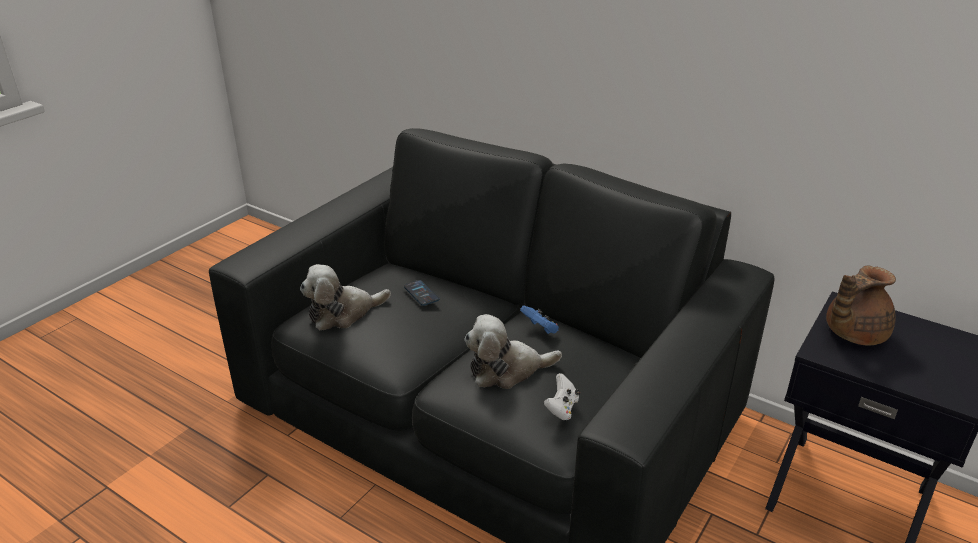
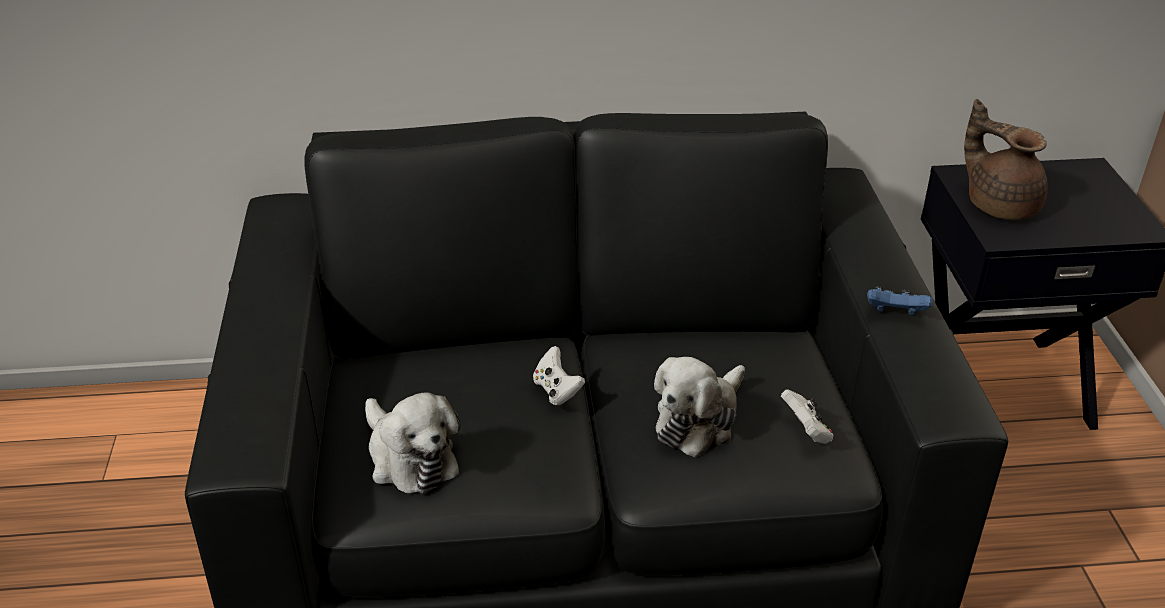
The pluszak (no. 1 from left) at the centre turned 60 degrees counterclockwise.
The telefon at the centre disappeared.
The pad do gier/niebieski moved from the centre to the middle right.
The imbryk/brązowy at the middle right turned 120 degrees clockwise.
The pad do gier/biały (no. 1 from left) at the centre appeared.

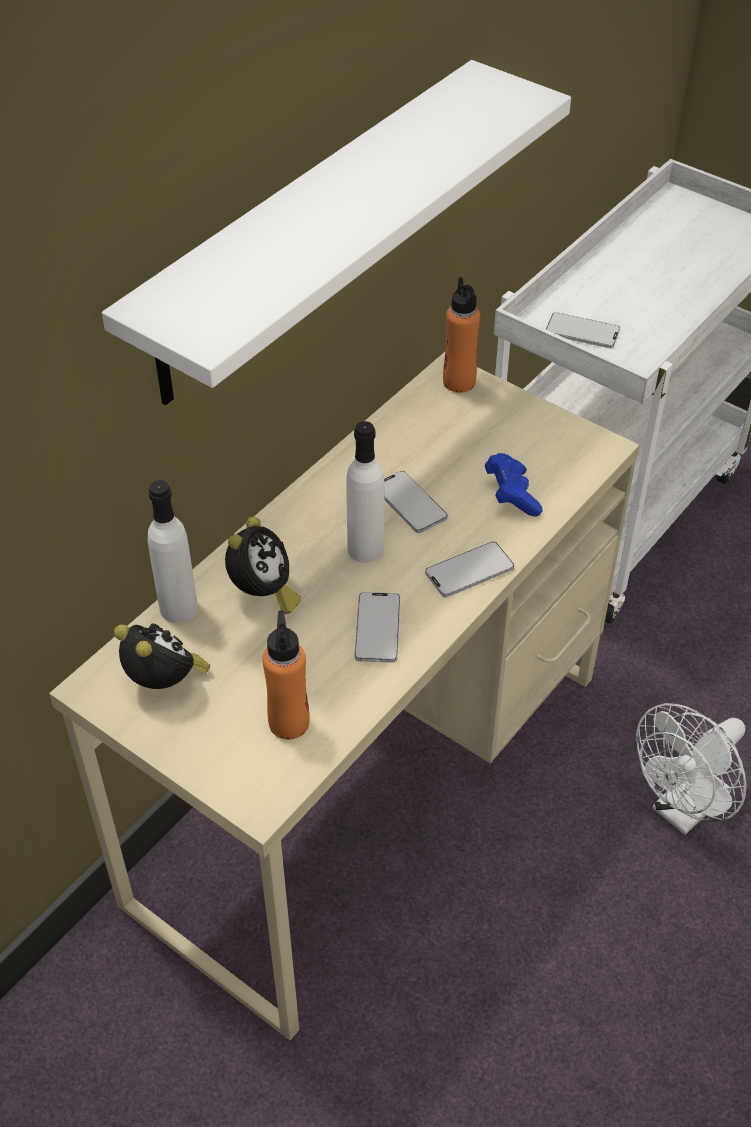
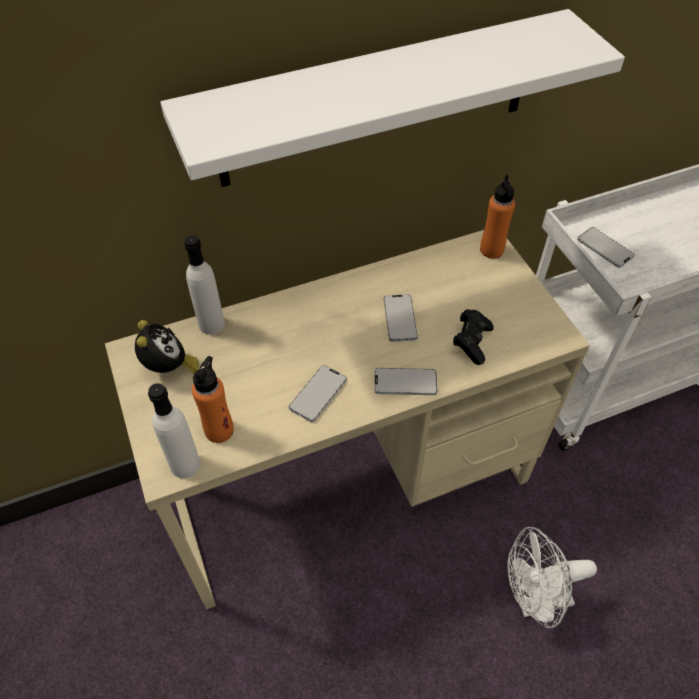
The budzik (no. 2 from left) at the centre disappeared.
The butelka/biały (no. 2 from left in the first image) moved from the centre to the middle left.
The pad do gier/niebieski at the middle right became the pad do gier/czarny at the middle right.

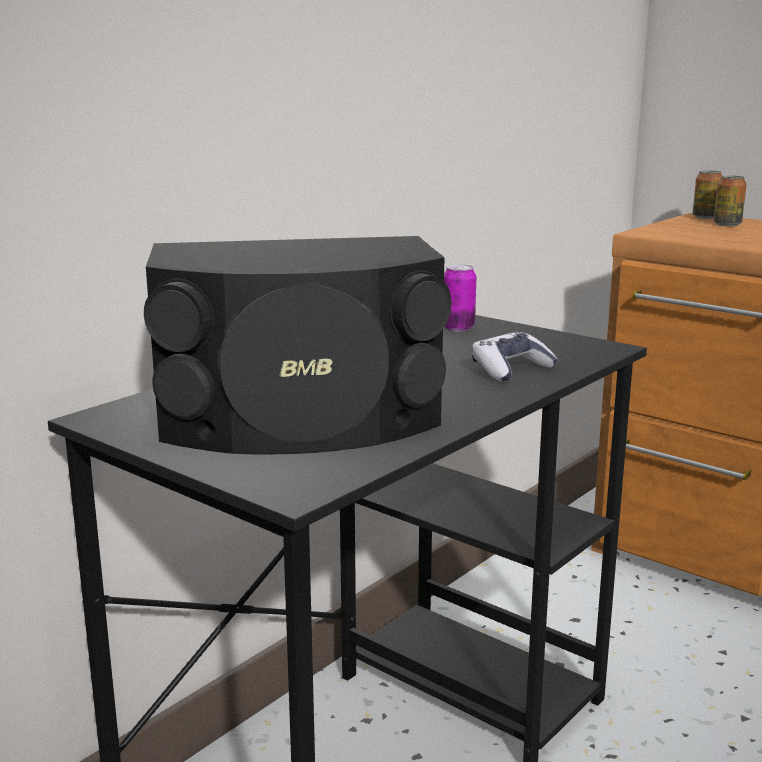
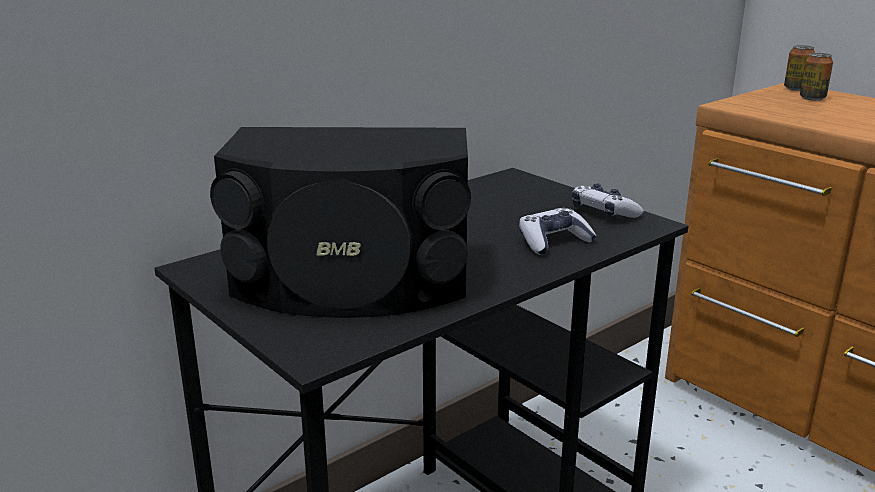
The puszka (no. 1 from left) at the centre disappeared.
The pad do gier (no. 2 from left) at the middle right appeared.

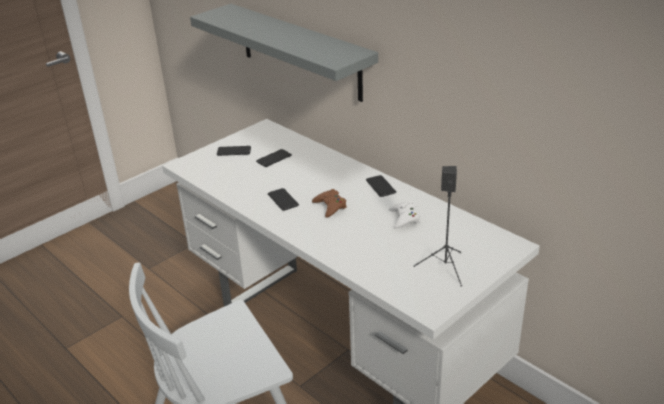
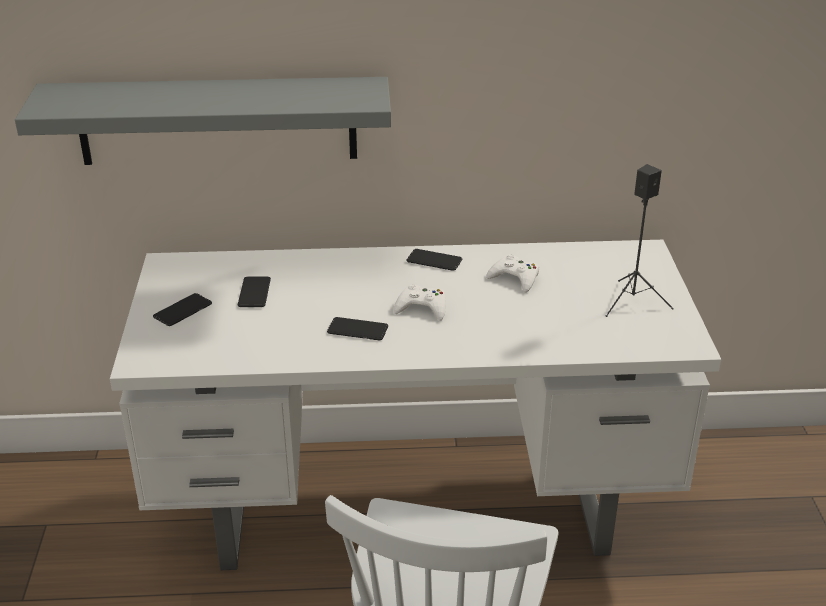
The pad do gier/brązowy at the centre became the pad do gier/biały (no. 1 from left) at the centre.

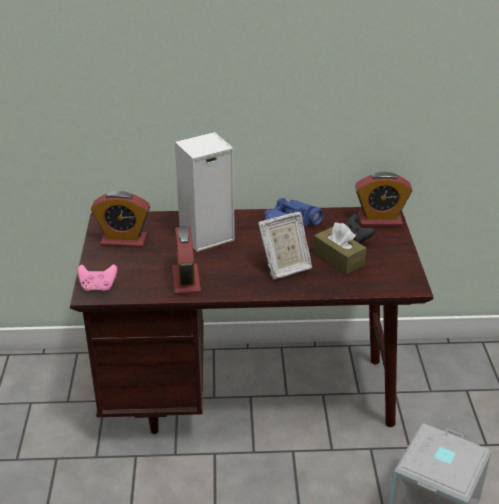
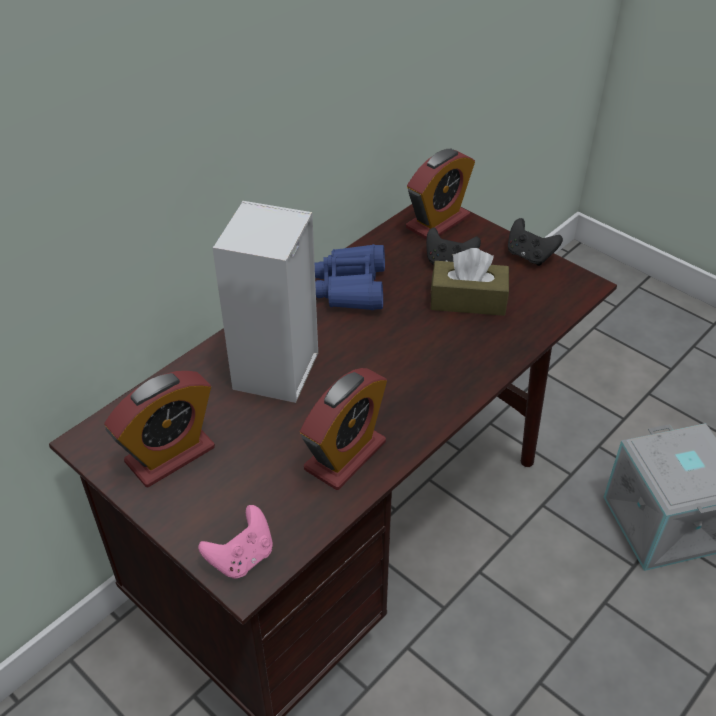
The budzik (no. 2 from left) at the centre turned 90 degrees counterclockwise.
The ramka na zdjęcie at the centre disappeared.
The pad do gier/czarny (no. 2 from left) at the middle right appeared.

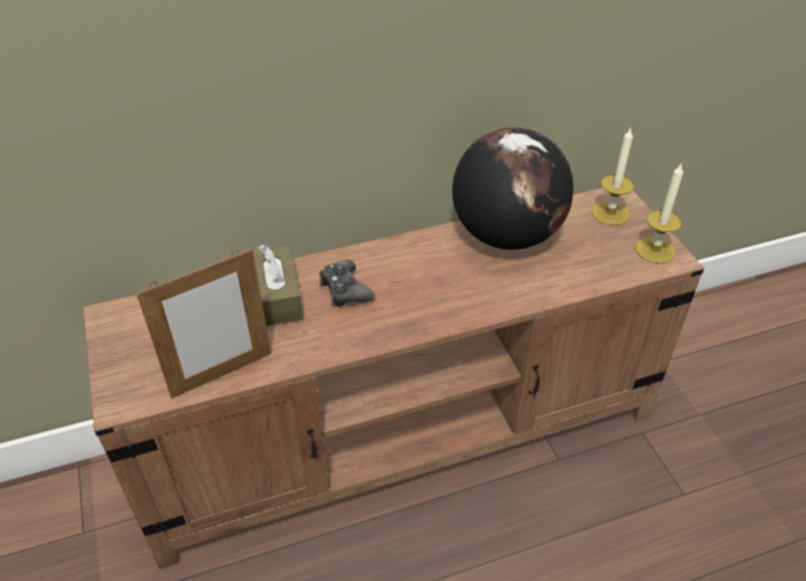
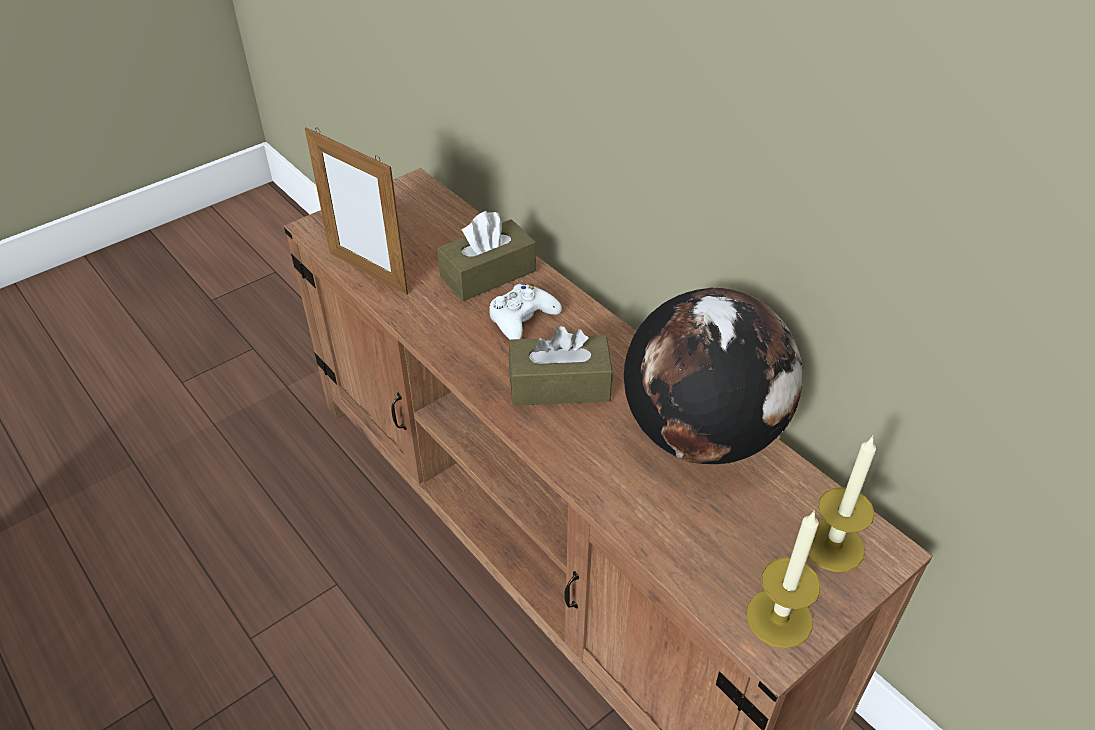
The pad do gier/czarny at the centre became the pad do gier/biały at the centre.
The pudełko chusteczek/brązowy (no. 2 from left) at the centre appeared.

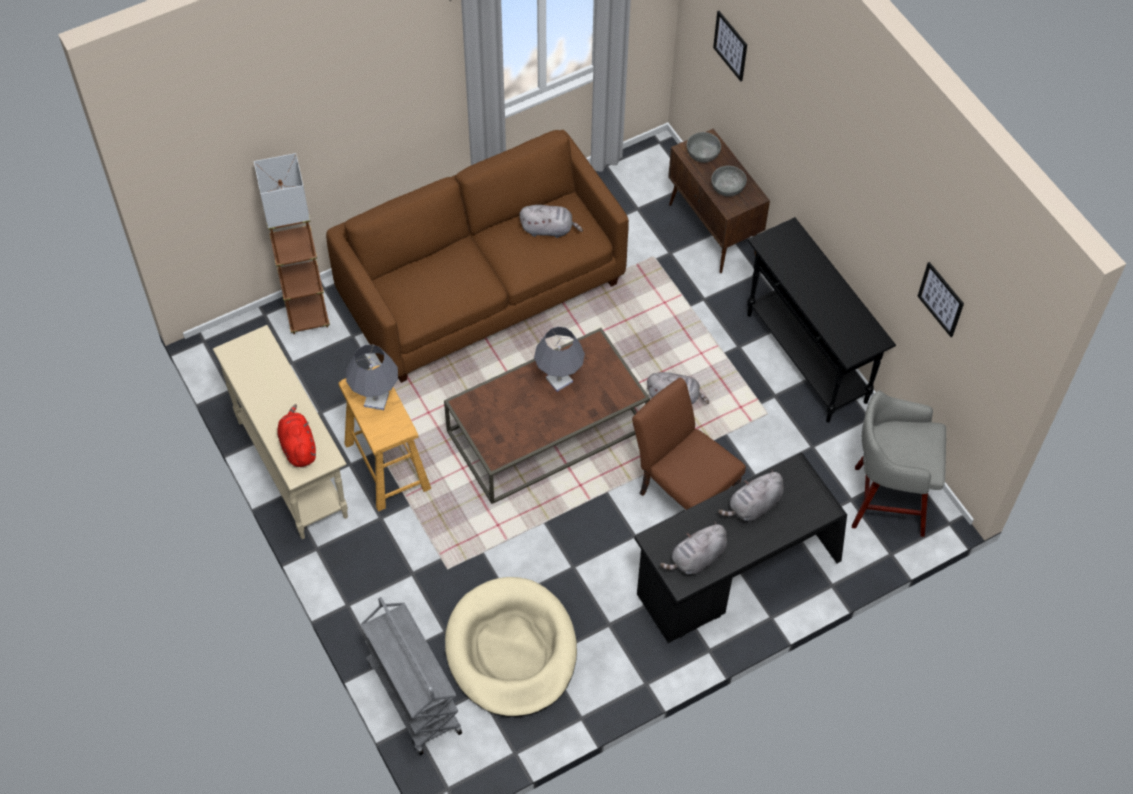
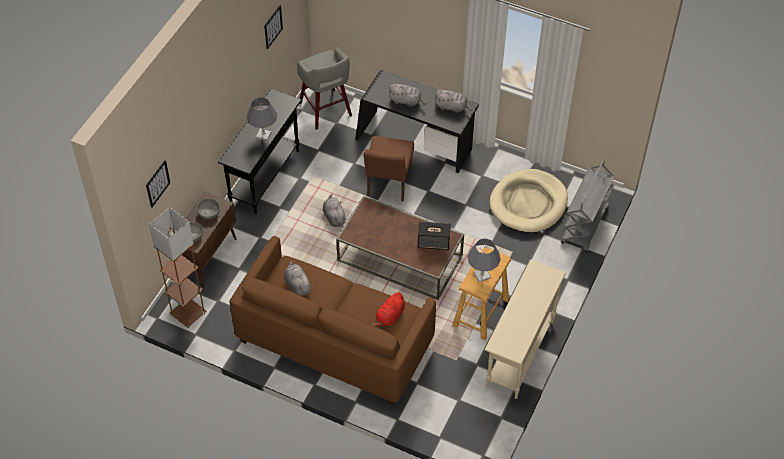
The lampa stojąca/brązowy moved from the top left to the middle left.
The pluszak/czerwony moved from the middle left to the bottom centre.
The lampa stołowa/szary (no. 2 from left in the first image) moved from the centre to the top centre.
The głośnik at the centre appeared.

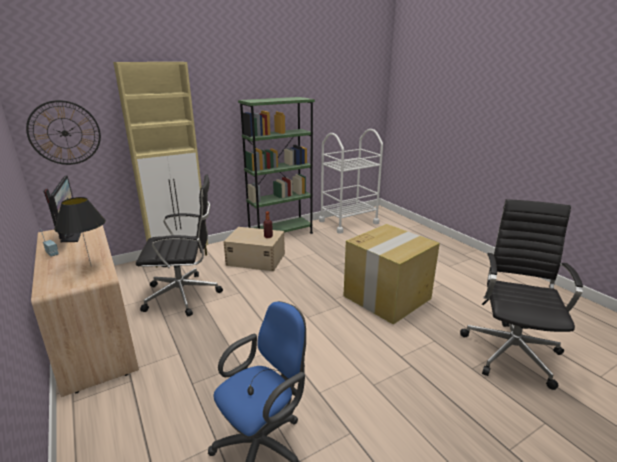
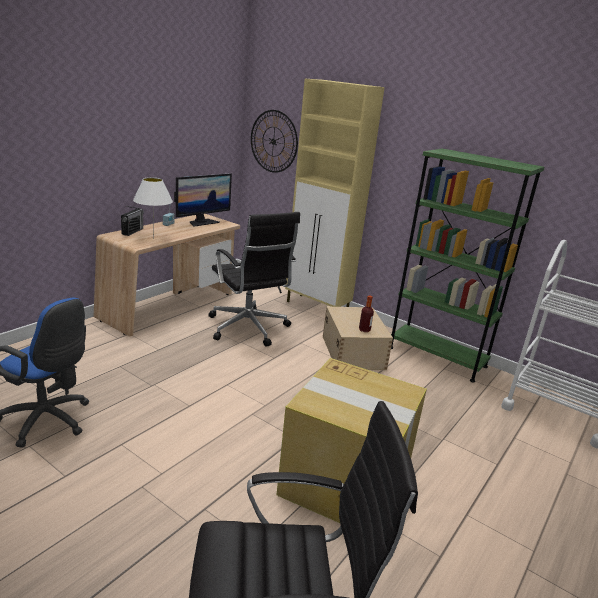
The lampa stołowa/czarny at the middle left became the lampa stołowa/biały at the middle left.
The radio (no. 1 from left) at the middle left appeared.

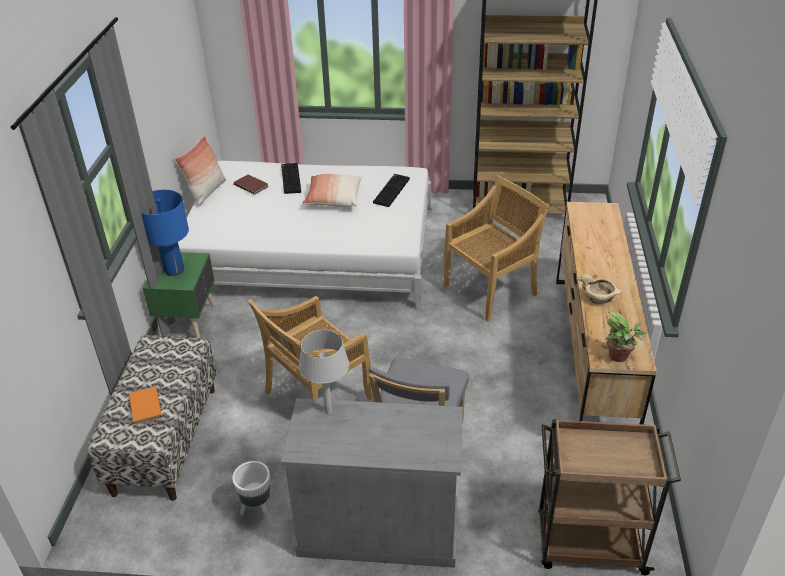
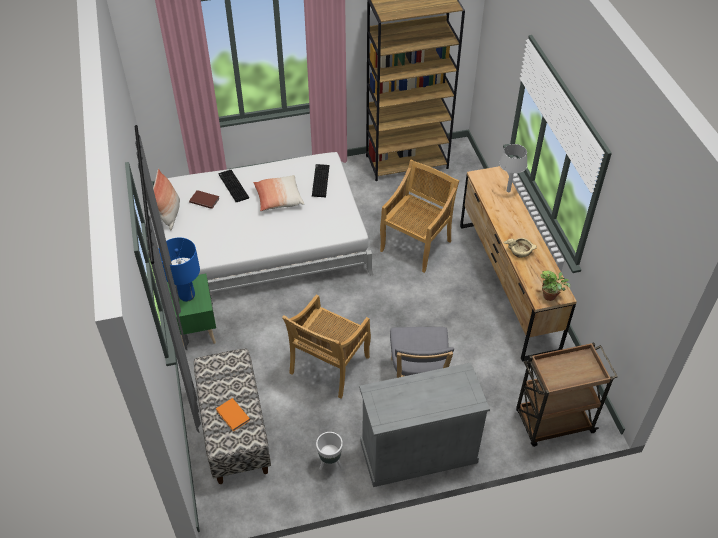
The lampa stołowa/szary moved from the centre to the top right.

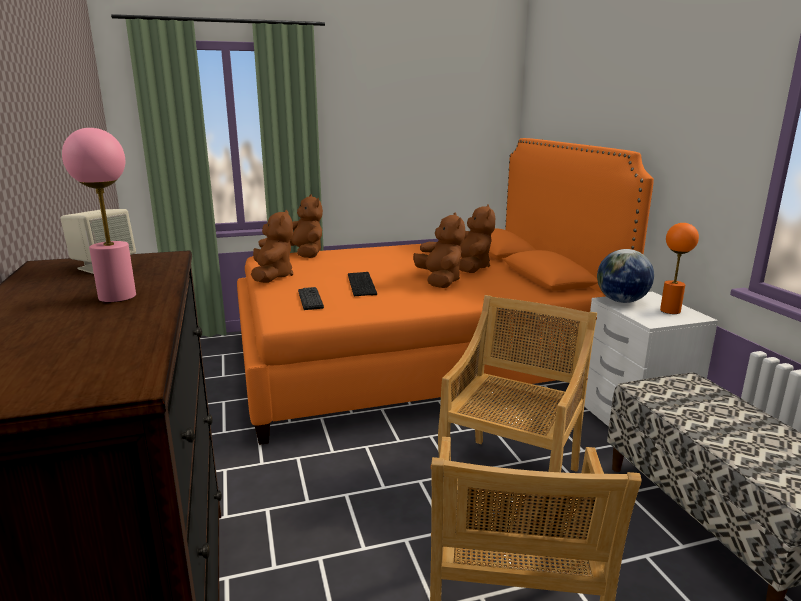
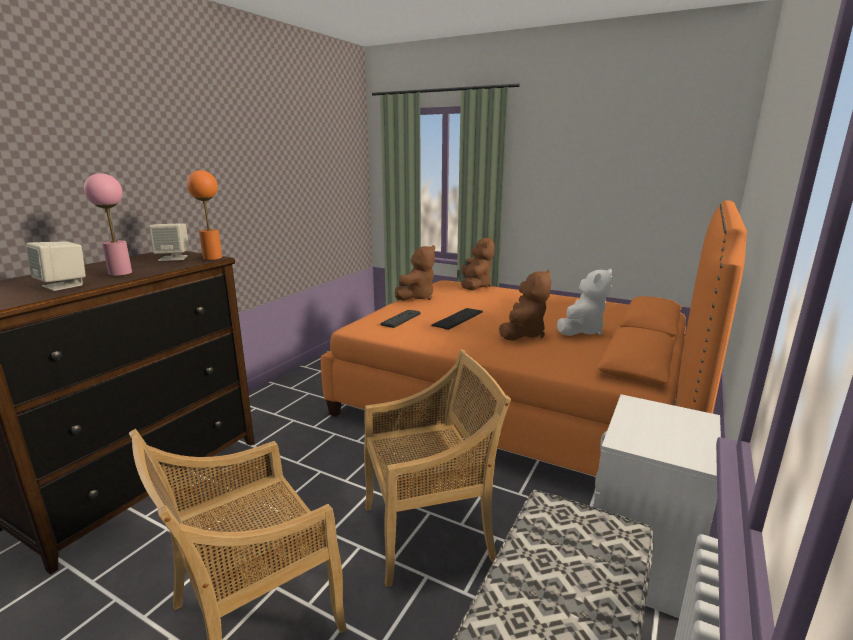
The pluszak/brązowy (no. 4 from left) at the centre became the pluszak/biały at the middle right.
The globus at the middle right disappeared.
The lampa stołowa/pomarańczowy moved from the middle right to the middle left.
The głośnik/beżowy (no. 1 from left) at the middle left appeared.

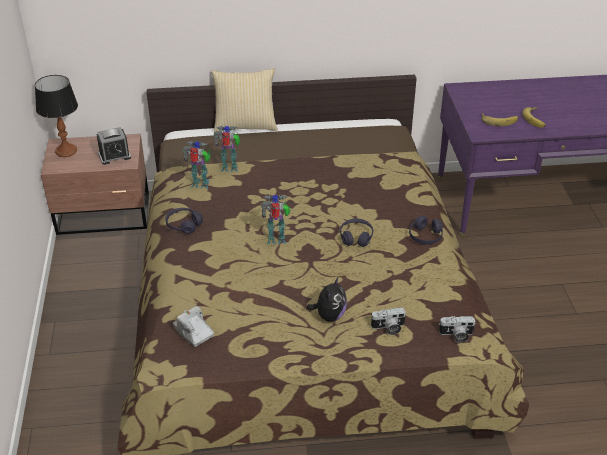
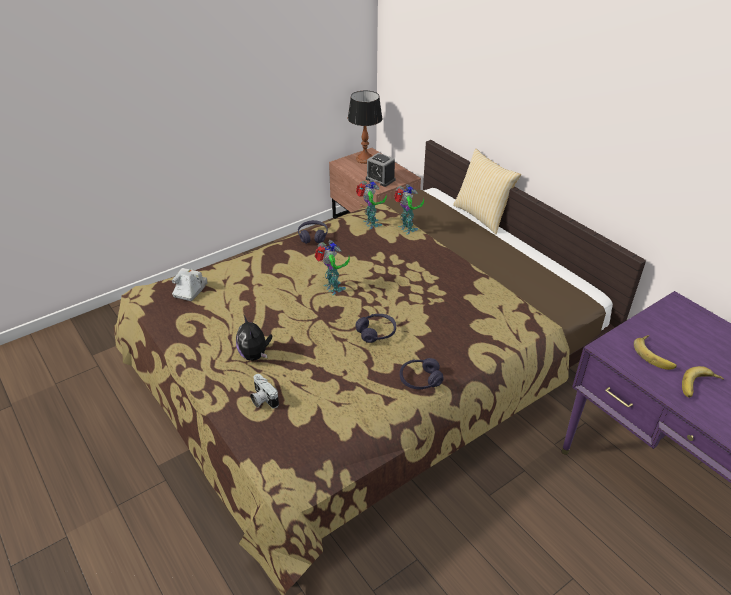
The pluszak at the centre turned 75 degrees clockwise.
The aparat fotograficzny (no. 3 from left) at the bottom right disappeared.

